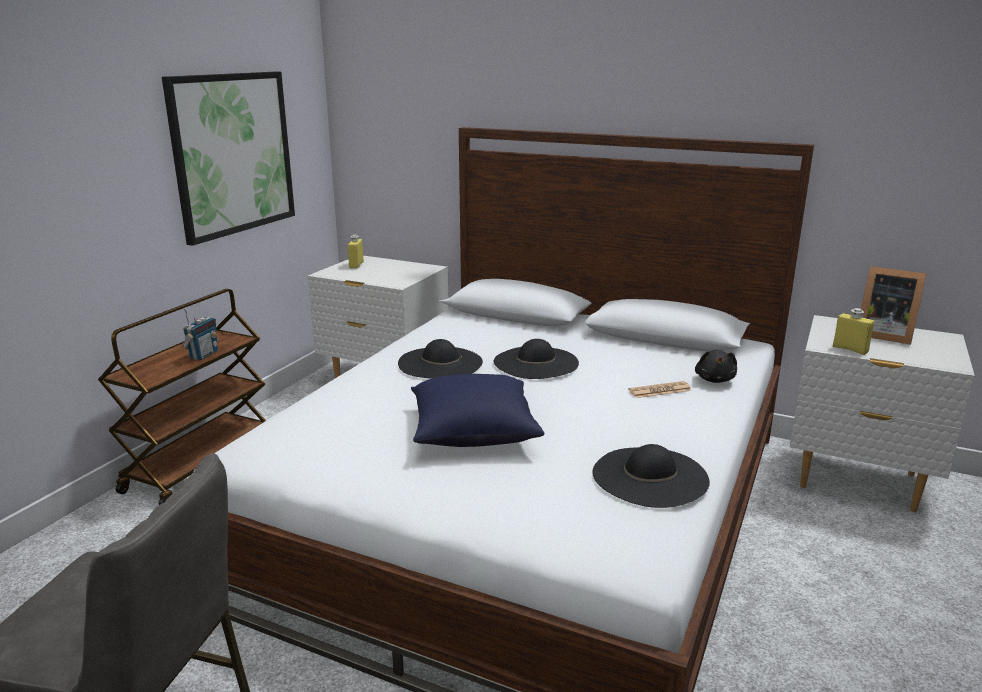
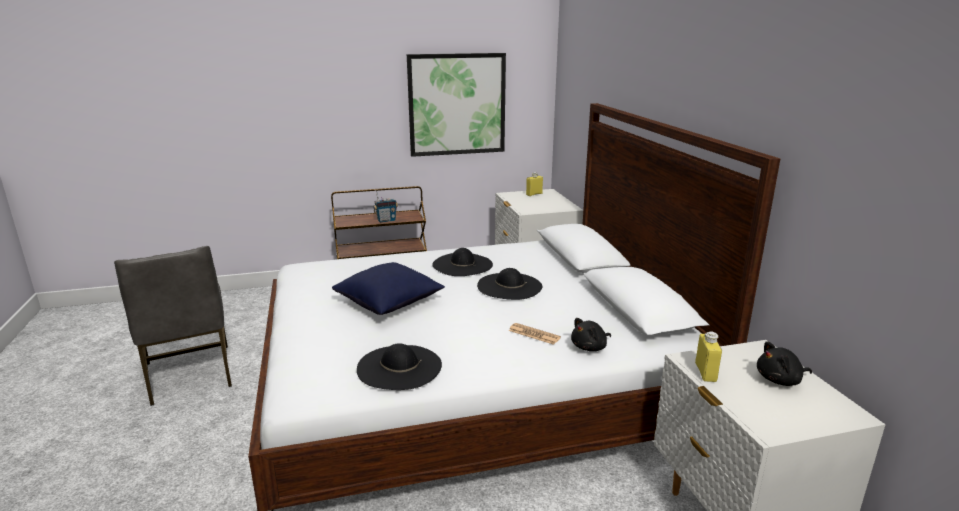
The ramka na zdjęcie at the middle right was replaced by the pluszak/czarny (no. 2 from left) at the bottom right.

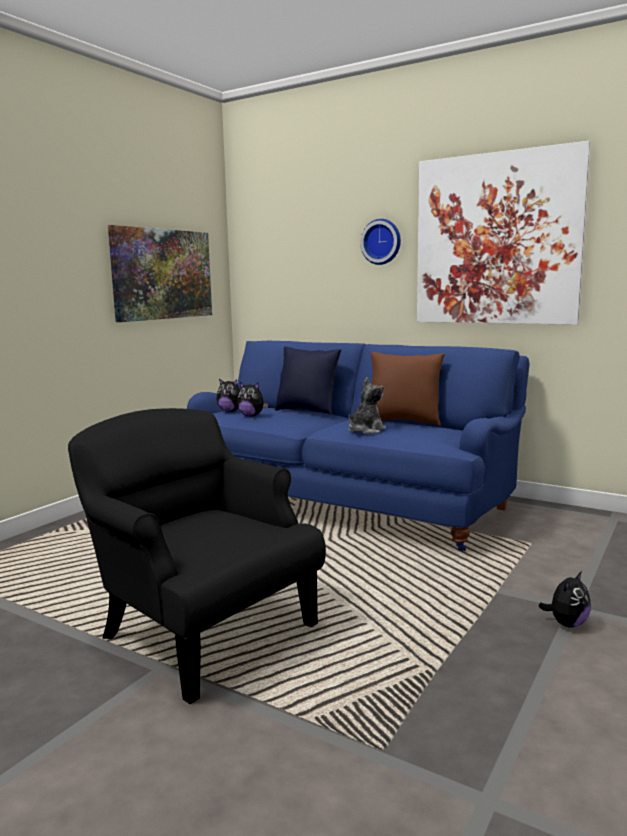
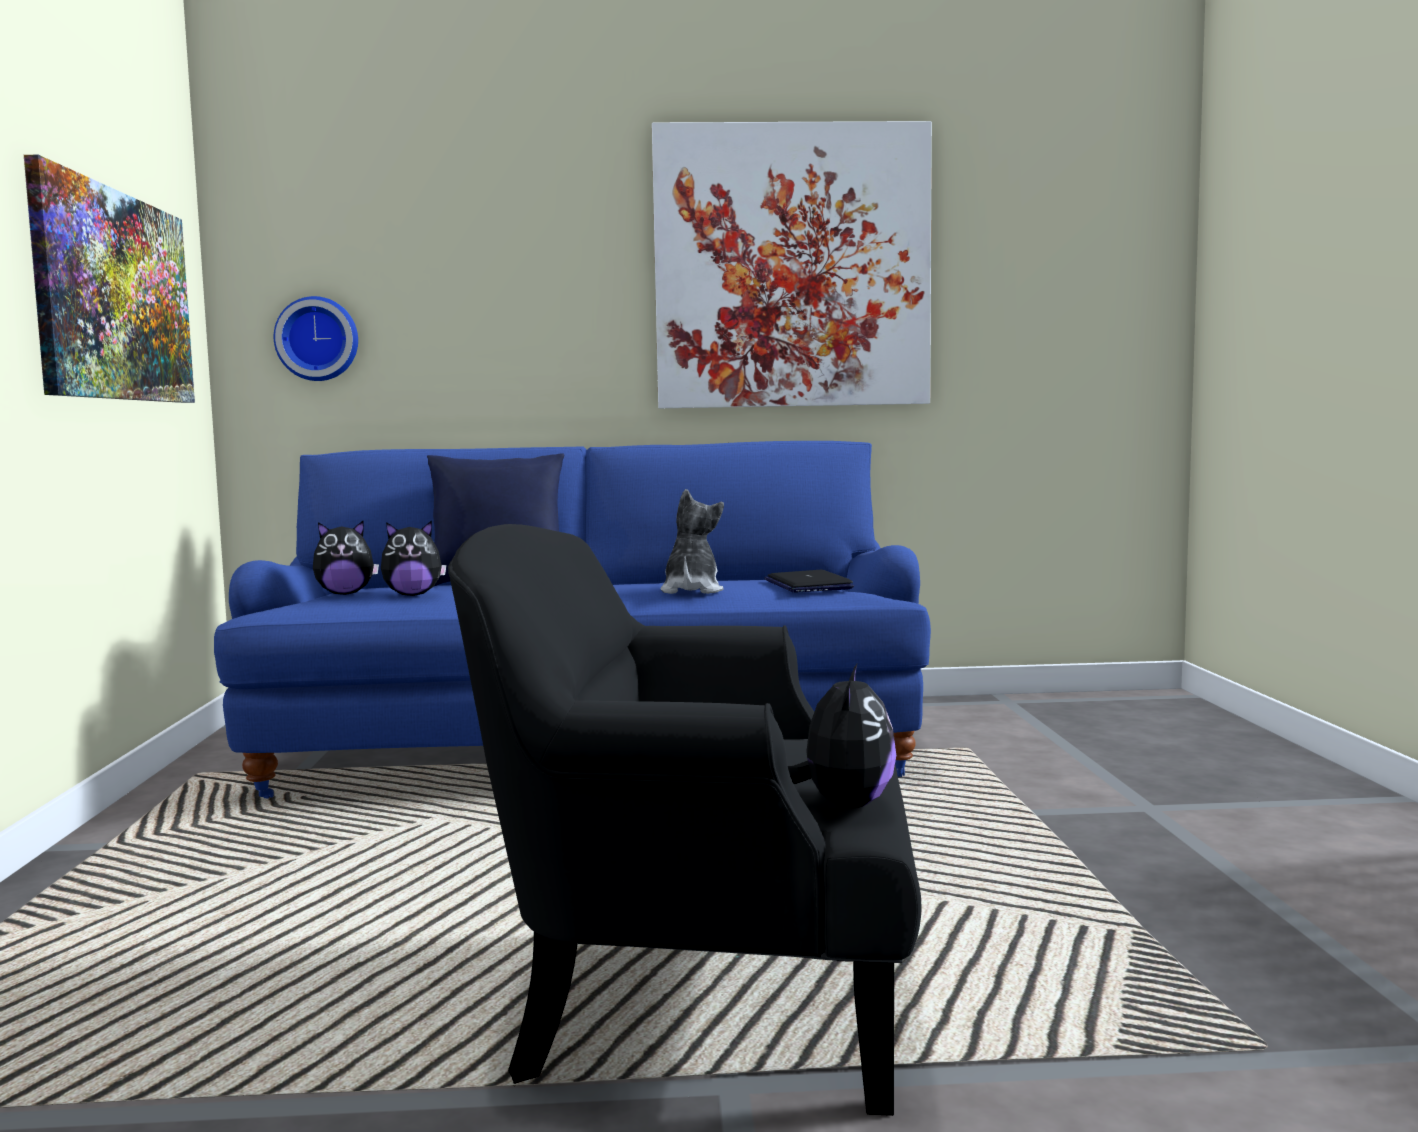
The zegar ścienny moved from the top centre to the top left.
The poduszka/brązowy at the centre disappeared.
The pluszak (no. 4 from left) moved from the bottom right to the centre.
The laptop at the centre appeared.

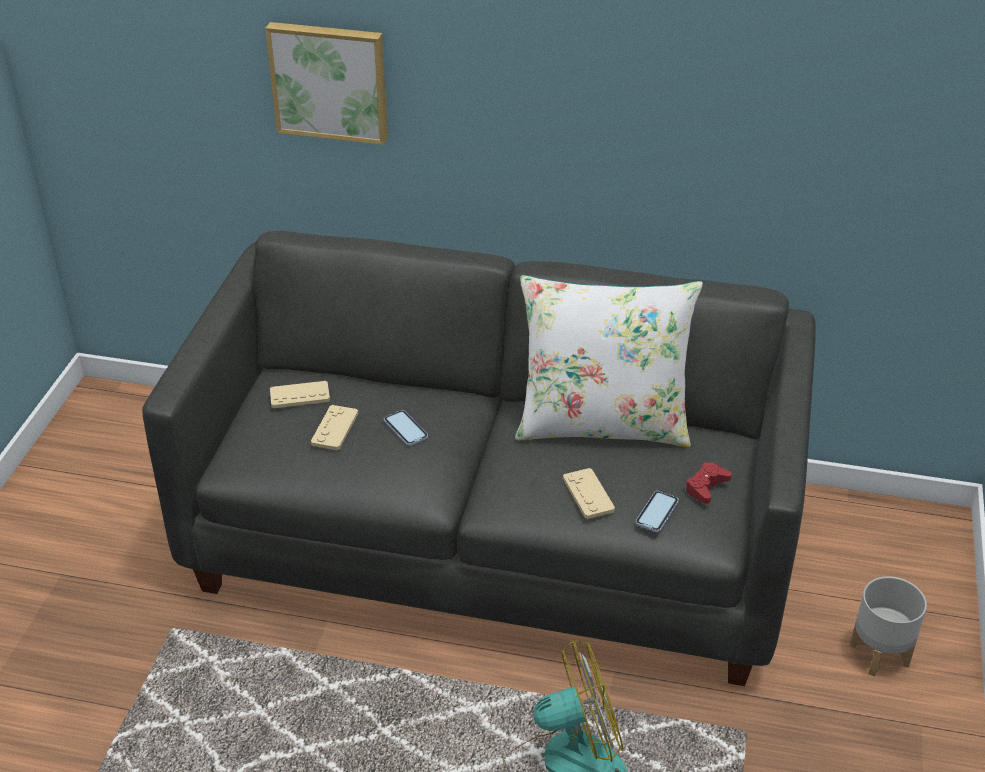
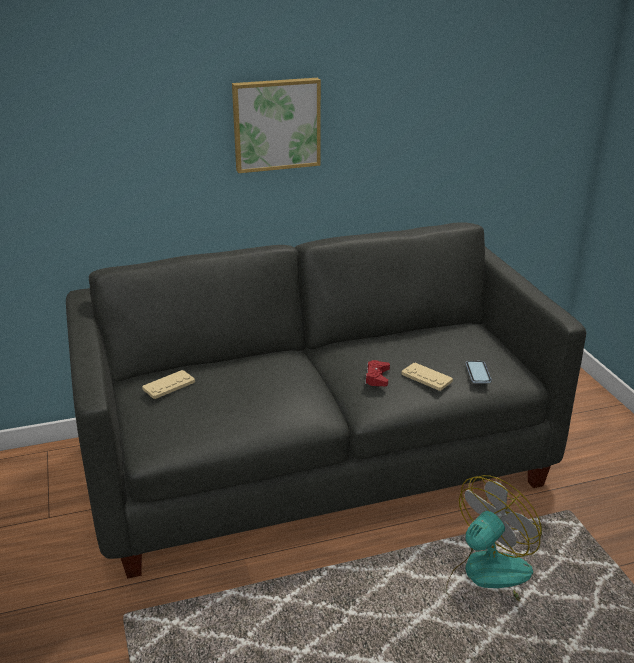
The obraz moved from the top left to the top centre.
The pad do gier/beżowy (no. 2 from left) at the centre disappeared.
The telefon (no. 1 from left) at the centre disappeared.
The poduszka/biały at the centre disappeared.
The pad do gier/czerwony moved from the middle right to the centre.
The donica/szary at the bottom right disappeared.

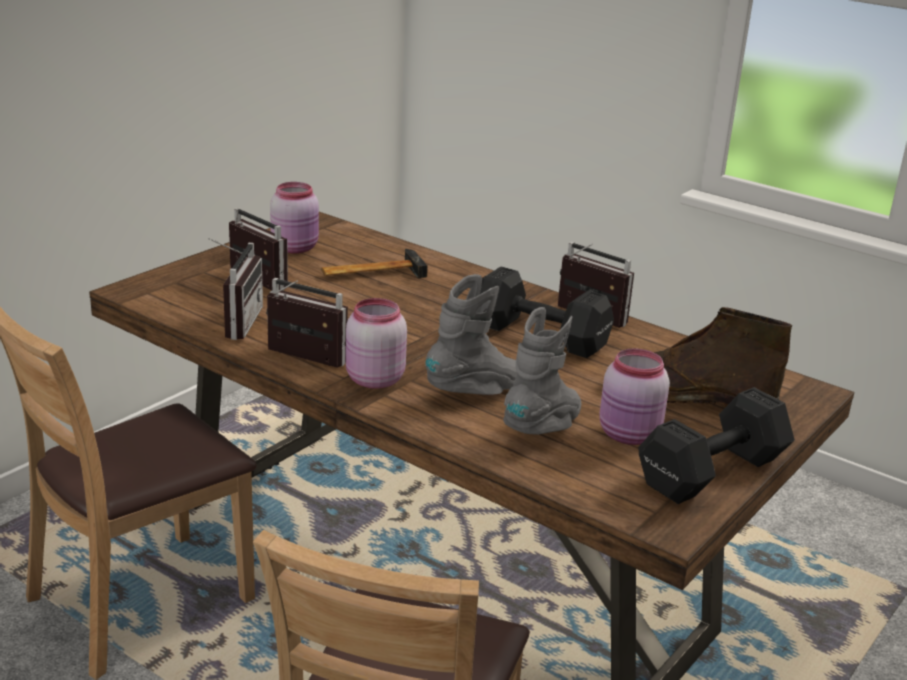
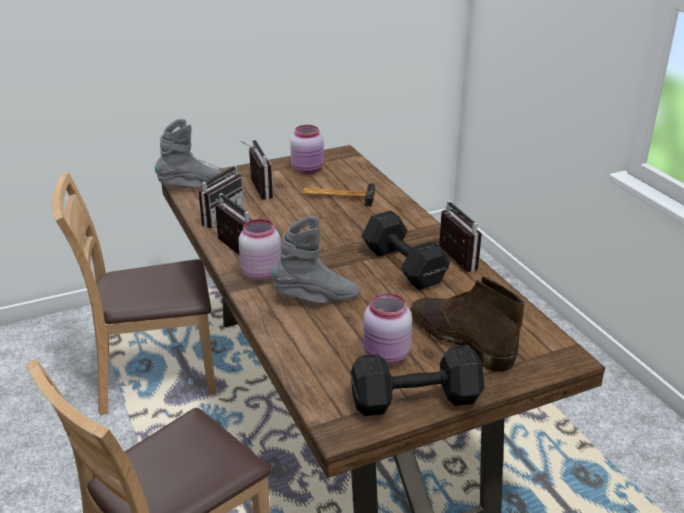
The but z cholewką/szary (no. 2 from left in the first image) moved from the centre to the top left.

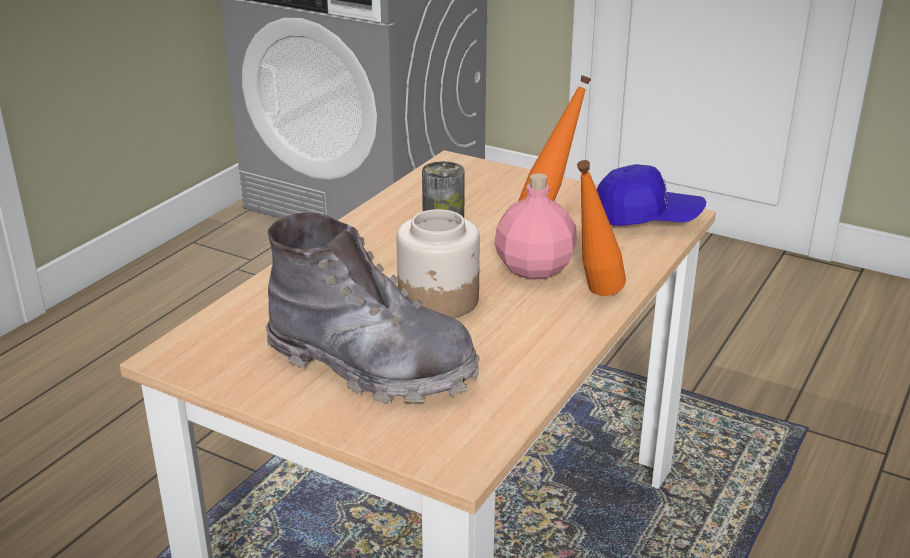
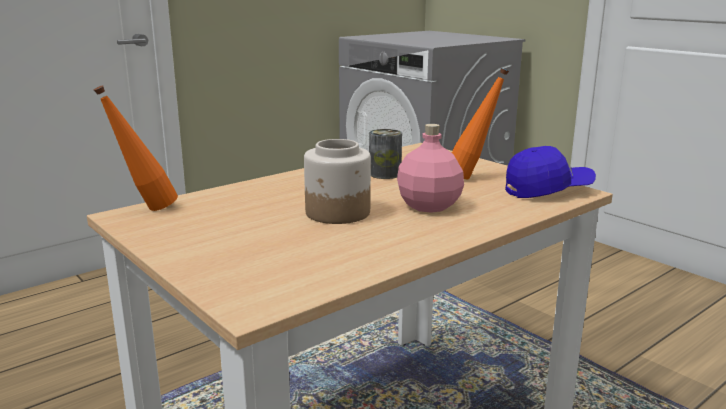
The but z cholewką/szary at the centre disappeared.
The butelka/pomarańczowy (no. 2 from left in the first image) moved from the centre to the middle left.
The czapka z daszkiem/niebieski at the middle right turned 45 degrees counterclockwise.

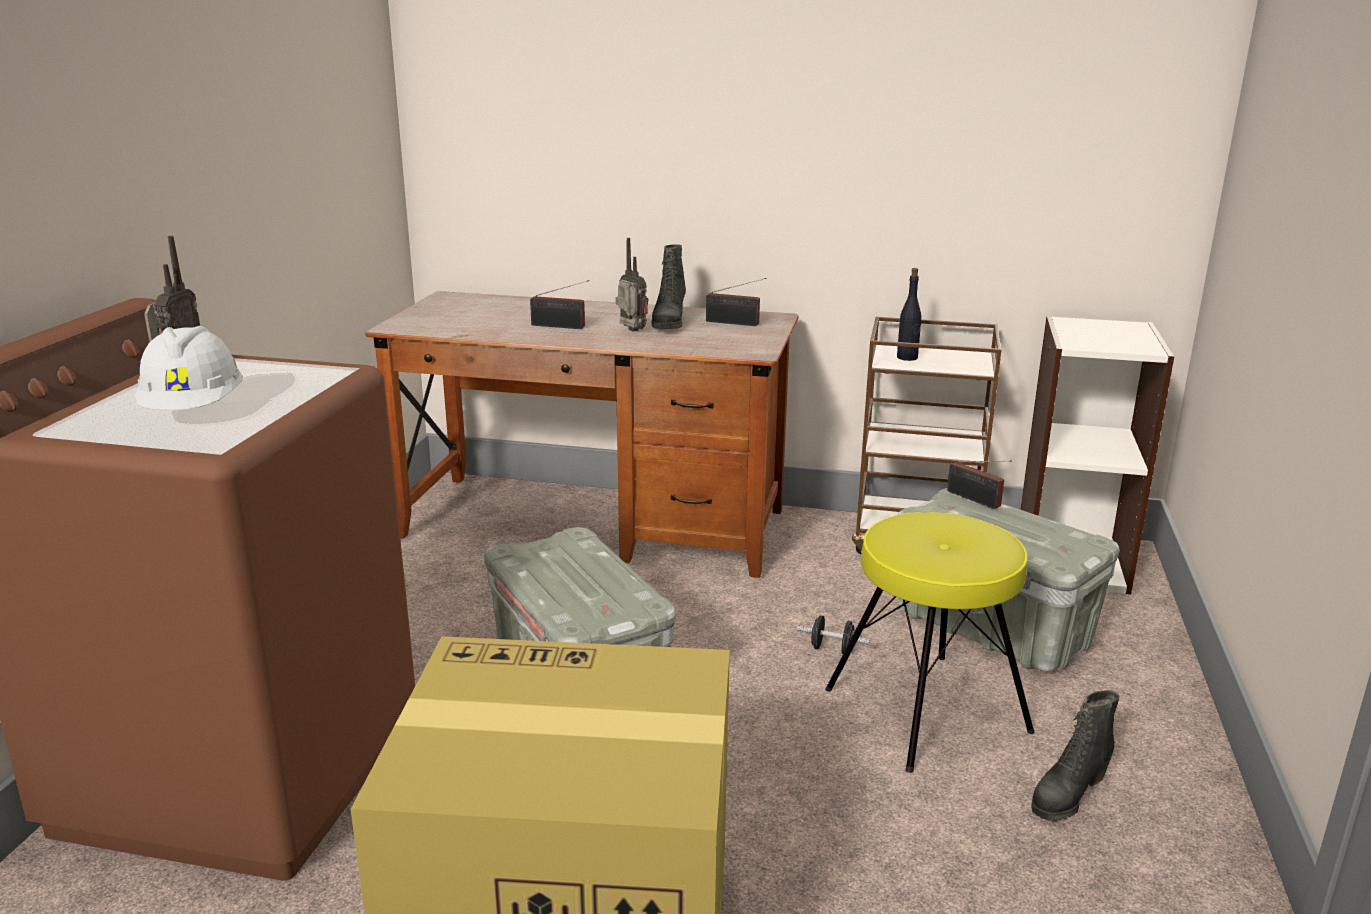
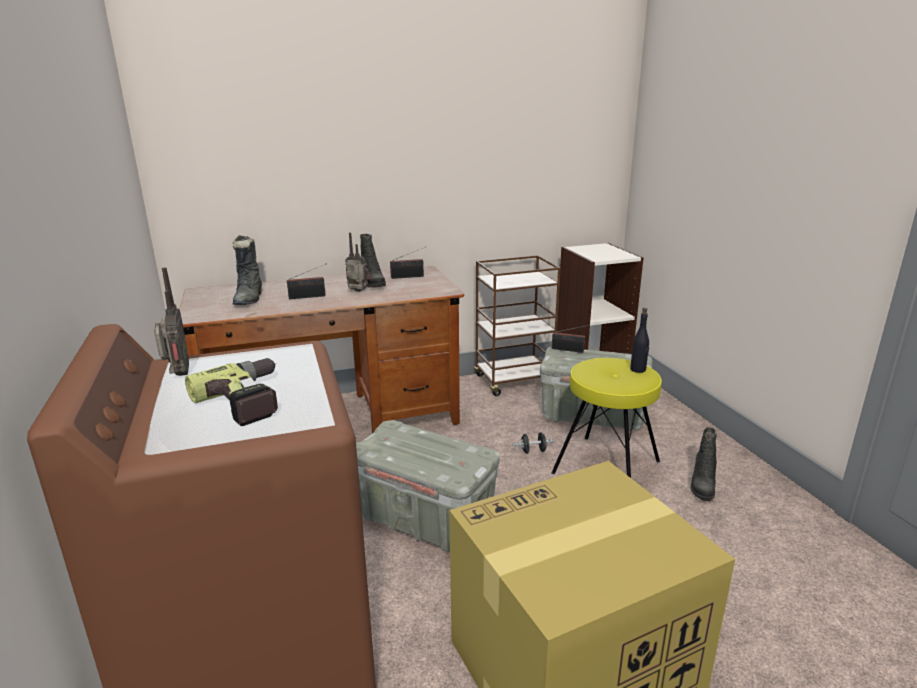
The kask/biały at the middle left was replaced by the wiertarka at the middle left.
The butelka/czarny moved from the centre to the middle right.
The but z cholewką/czarny (no. 1 from left) at the middle left appeared.

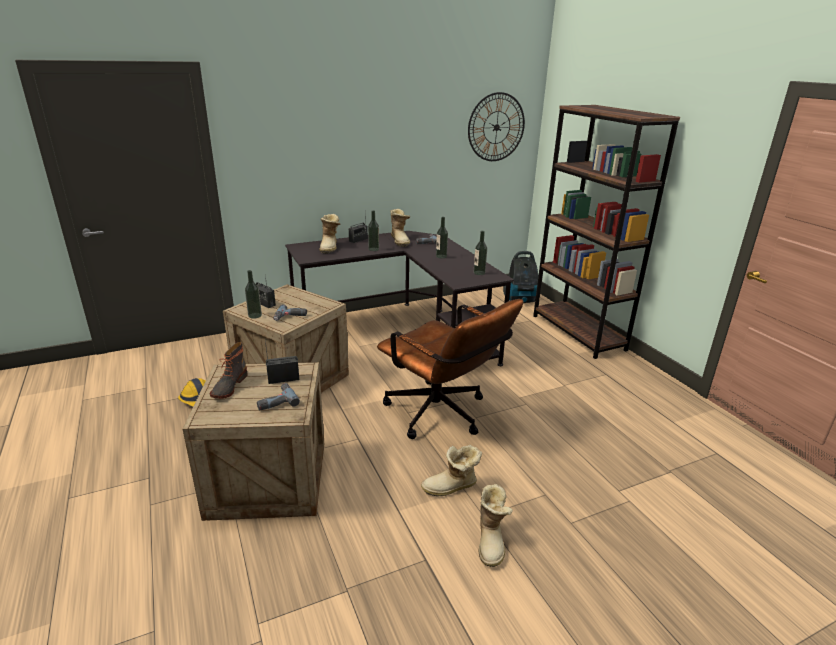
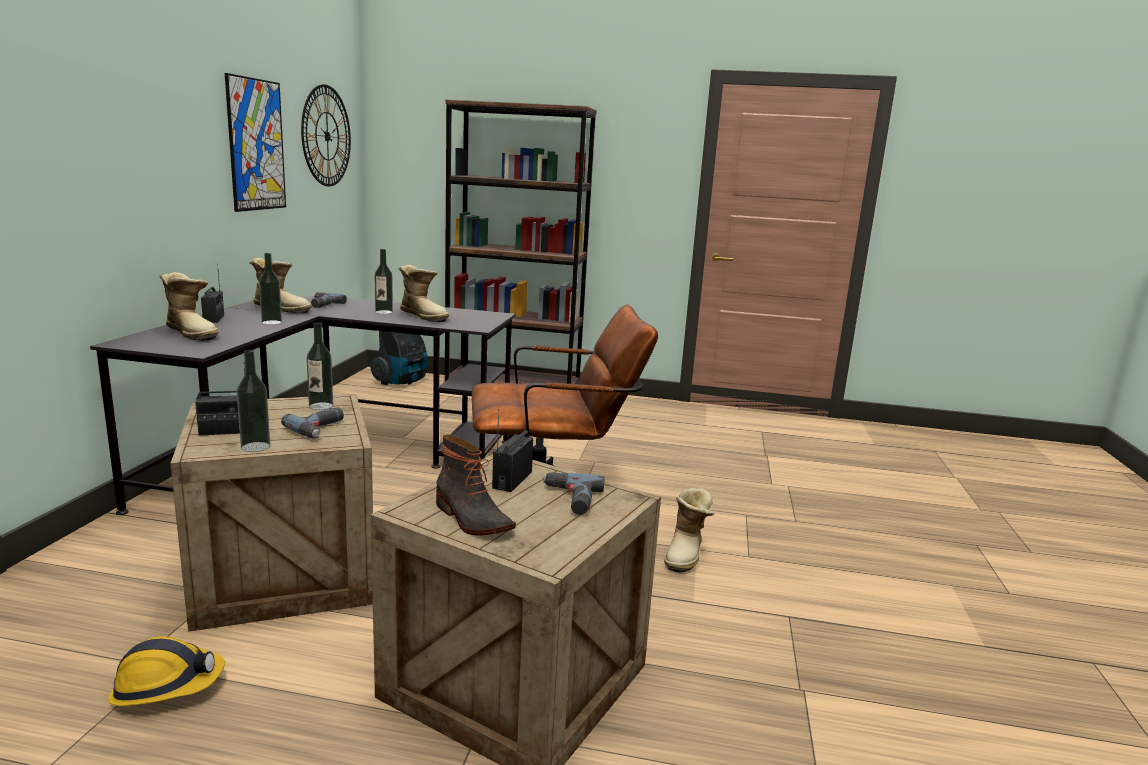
The butelka (no. 4 from left in the first image) moved from the centre to the middle left.
The but z cholewką (no. 5 from left in the first image) moved from the bottom centre to the centre.
The obraz at the top left appeared.

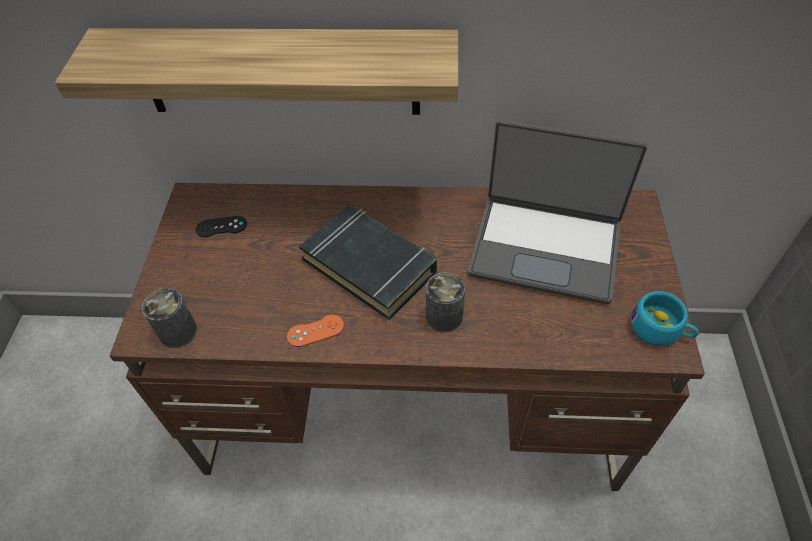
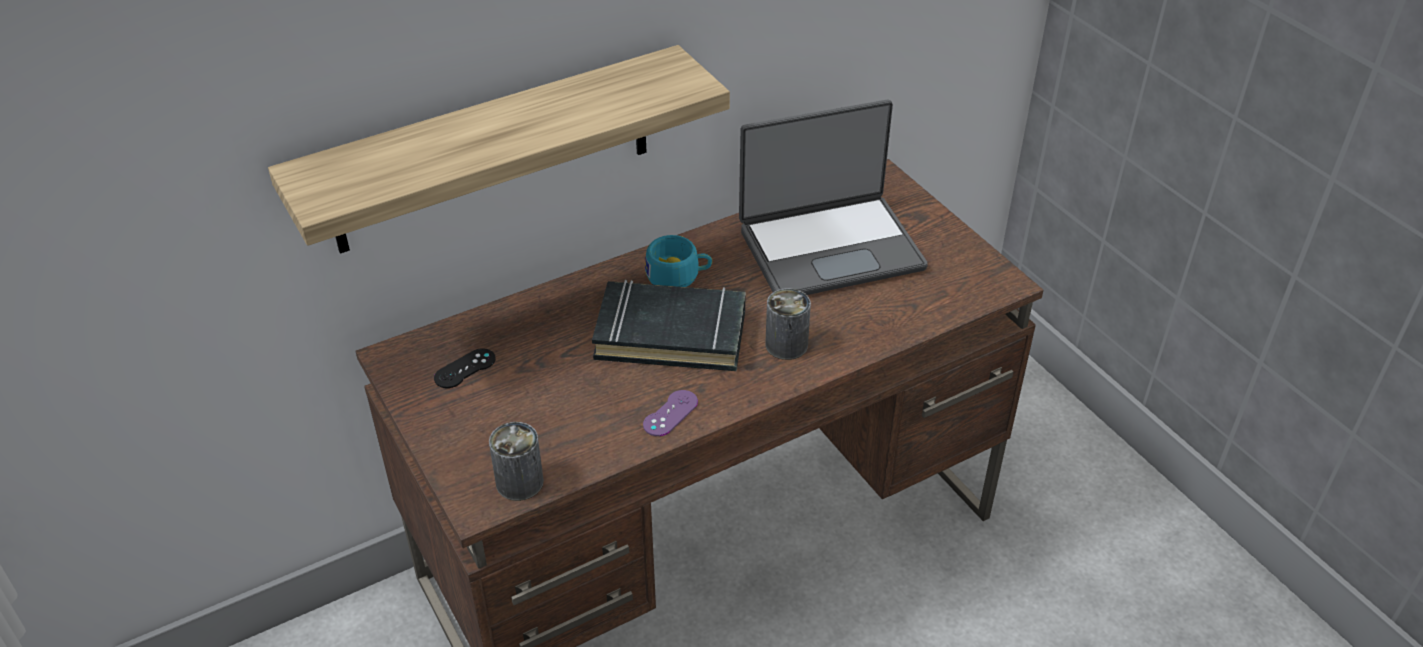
The pad do gier/pomarańczowy at the centre became the pad do gier/fioletowy at the centre.
The filiżanka/turkusowy moved from the middle right to the centre.

